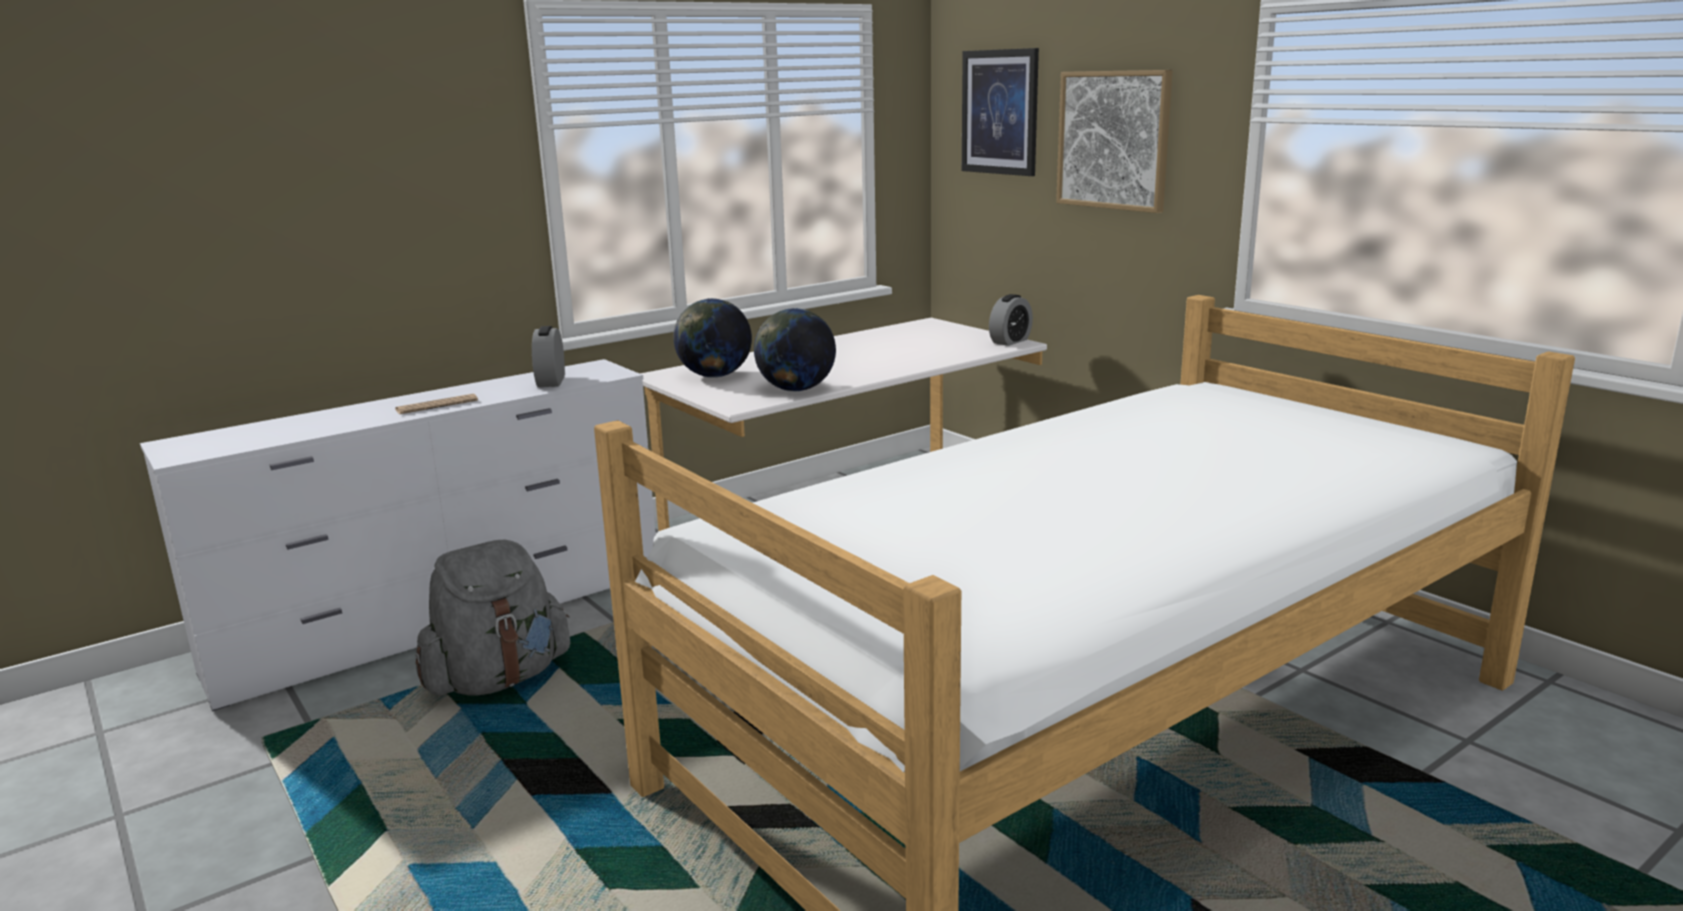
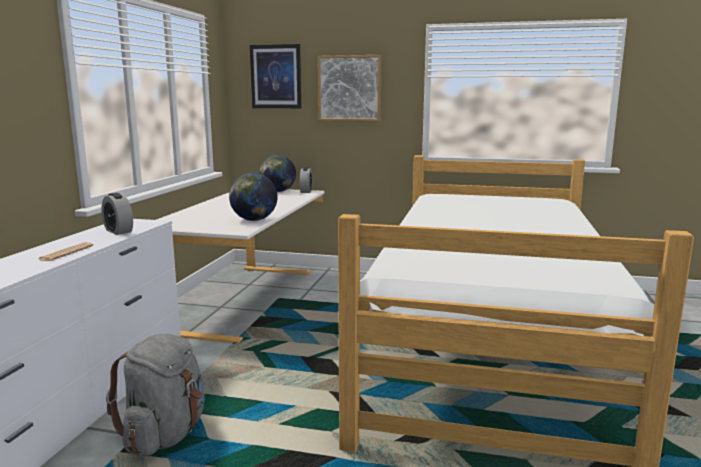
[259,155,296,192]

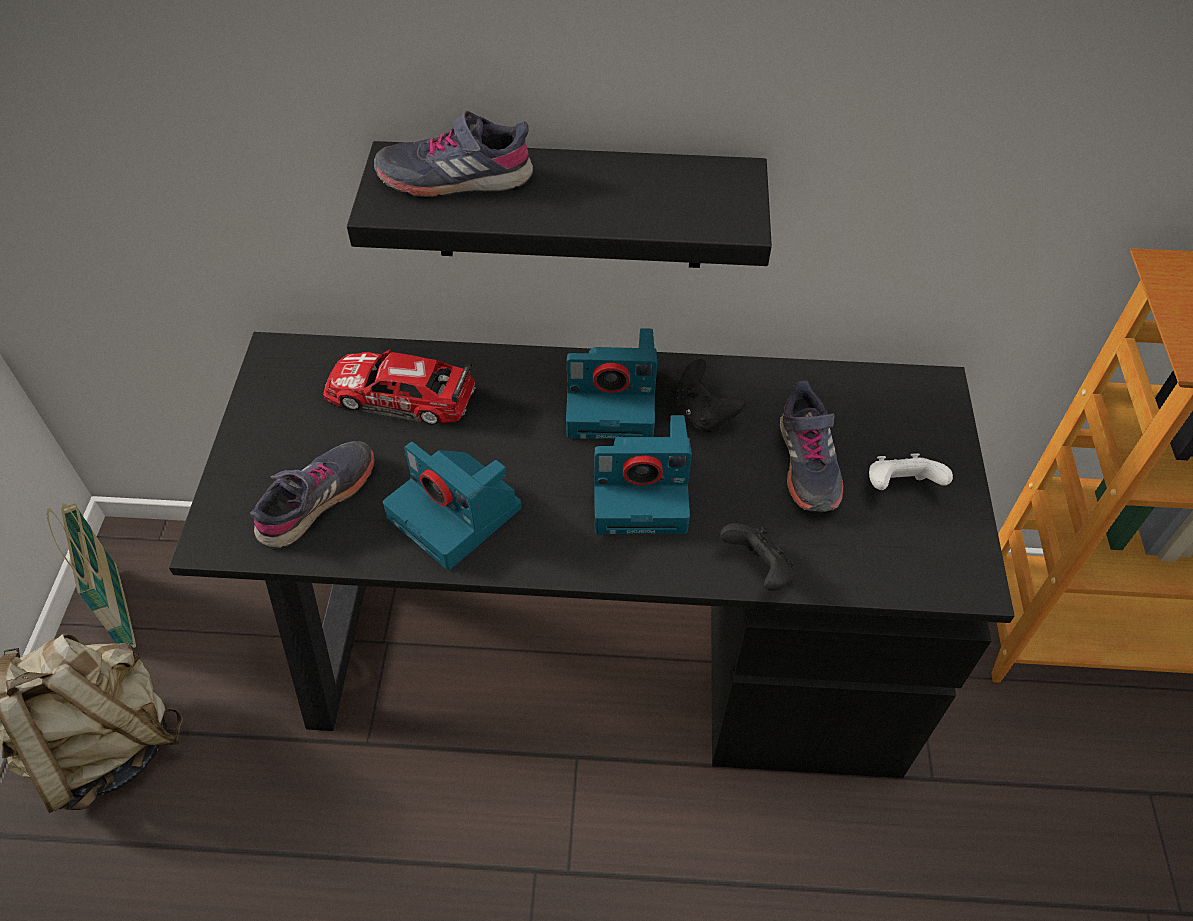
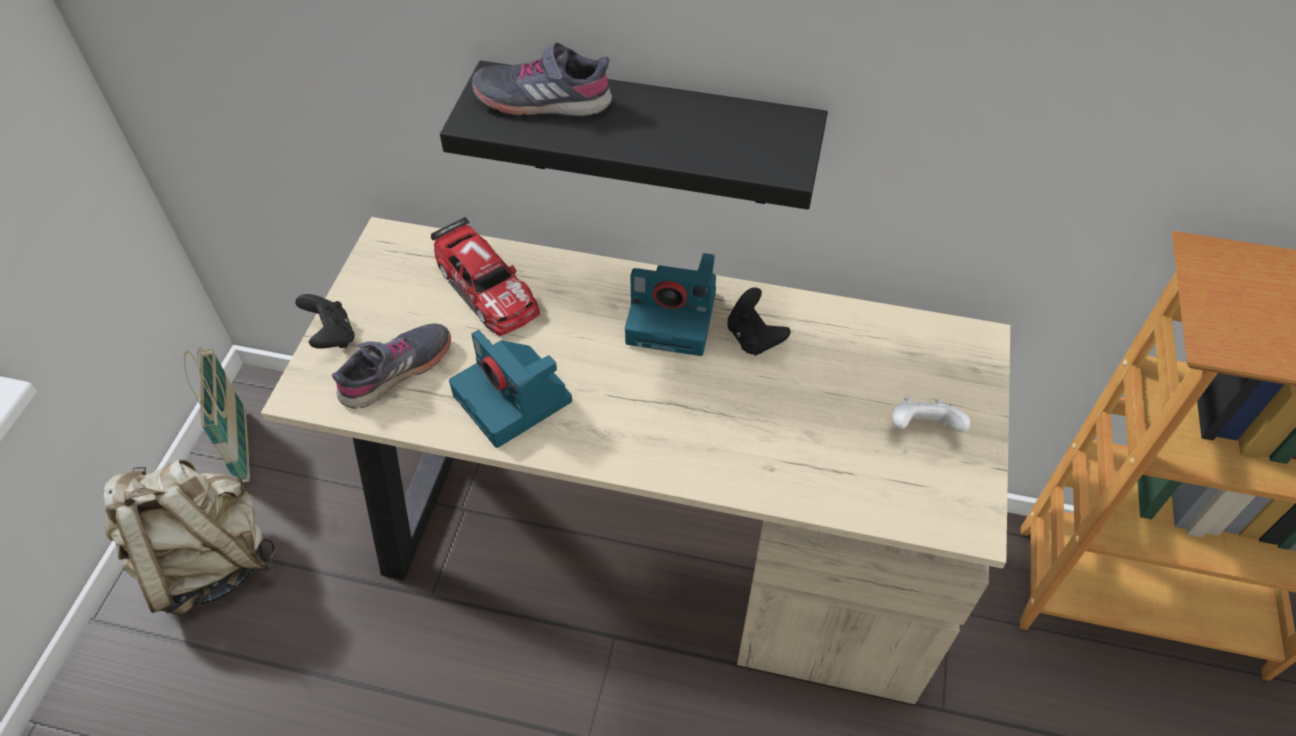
[594,415,692,534] (first image)
[780,380,843,512] (first image)
[295,294,355,349]
[261,217,1010,704]
[431,217,540,336]

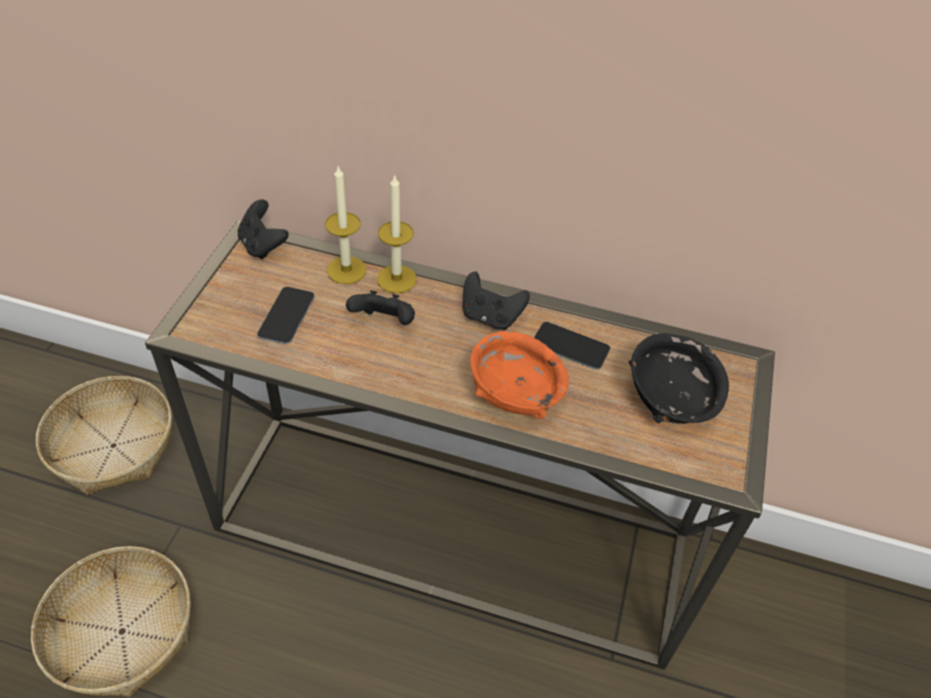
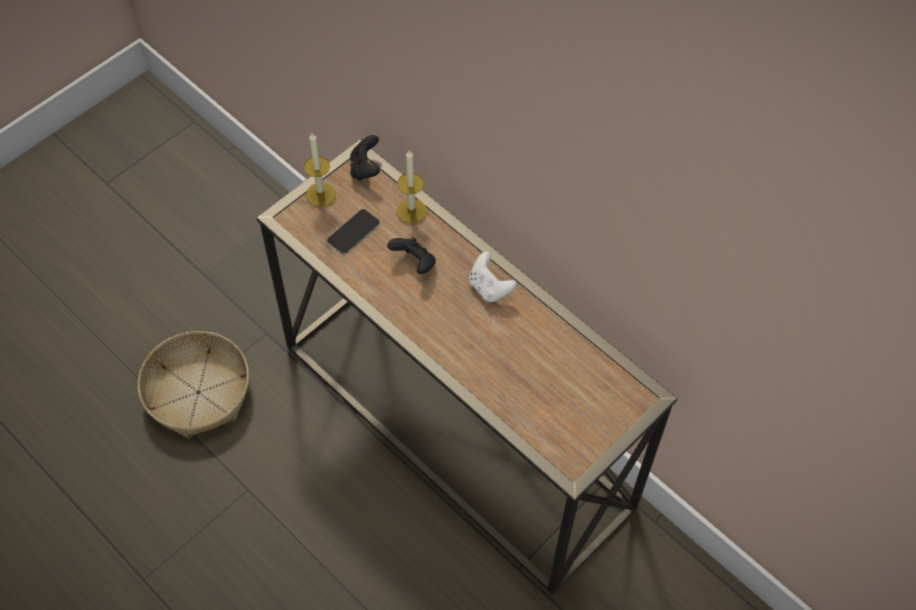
[36,376,173,495] (first image)
[470,331,569,419] (first image)
[534,322,610,370] (first image)
[629,333,729,424] (first image)
[304,133,336,207]
[469,252,517,302]

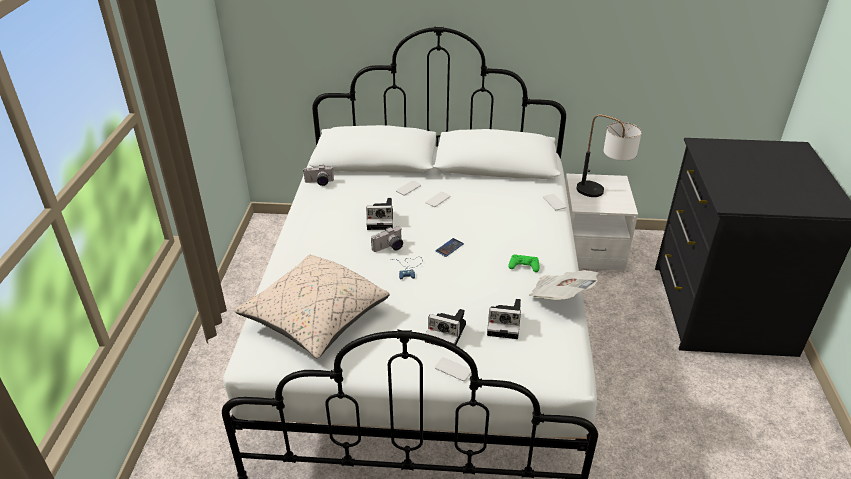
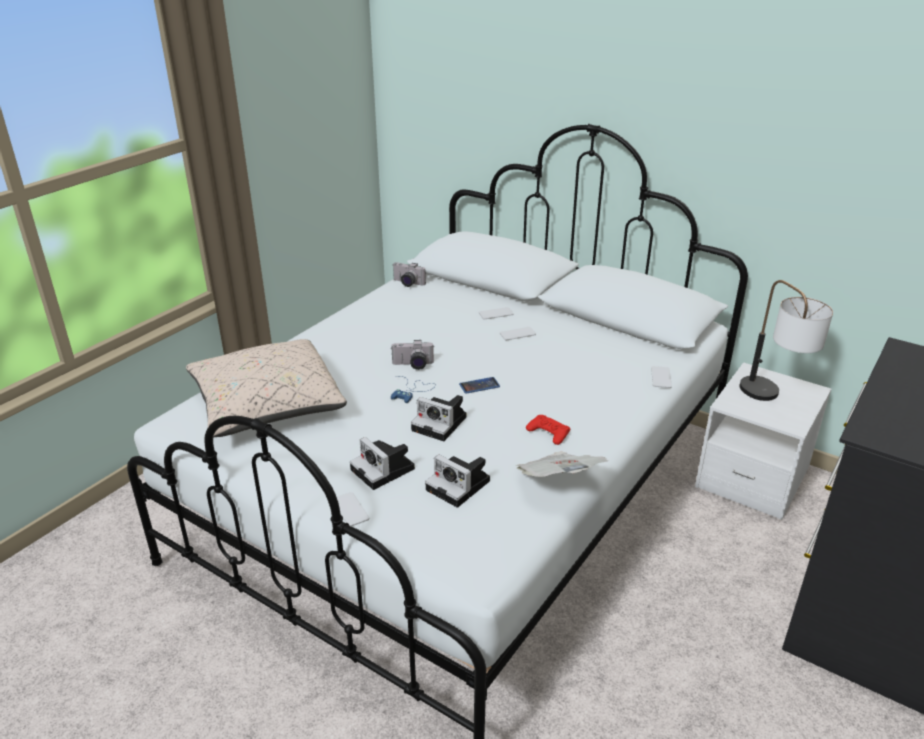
[411,395,466,441]
[526,415,570,445]

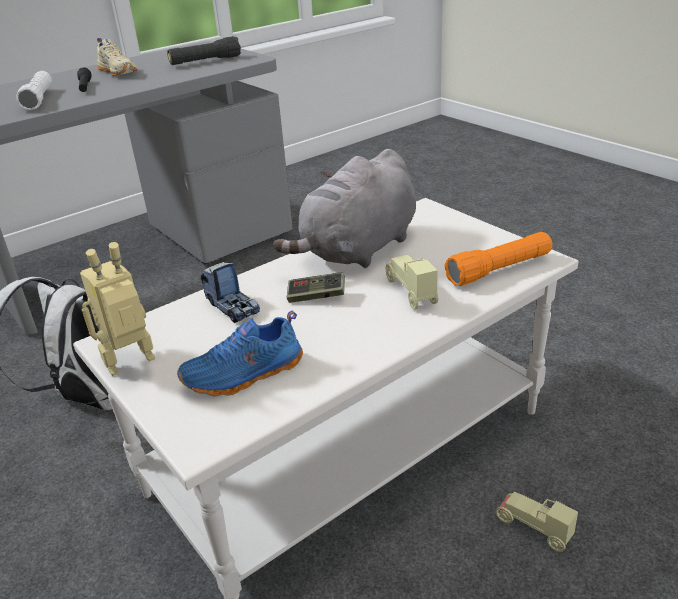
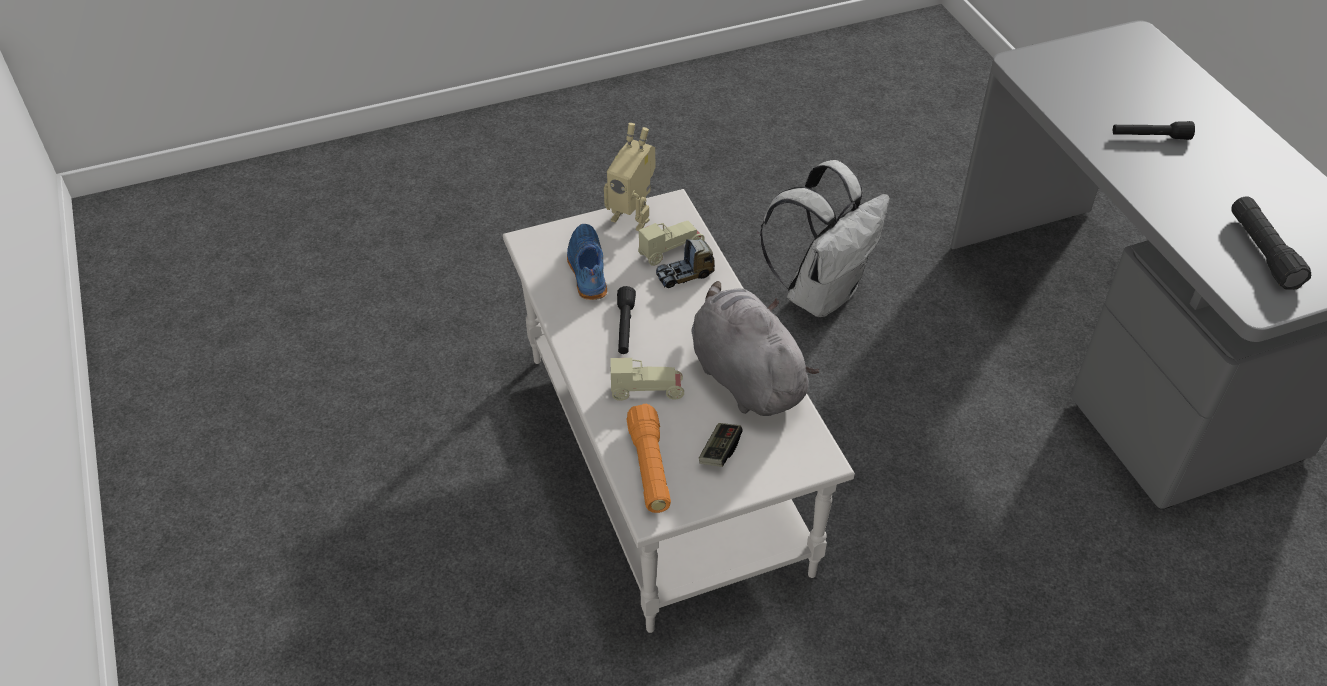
[16,71,52,110] (first image)
[97,38,137,76] (first image)
[617,286,636,354]
[699,423,743,467]
[638,221,705,266]
[604,123,655,231]

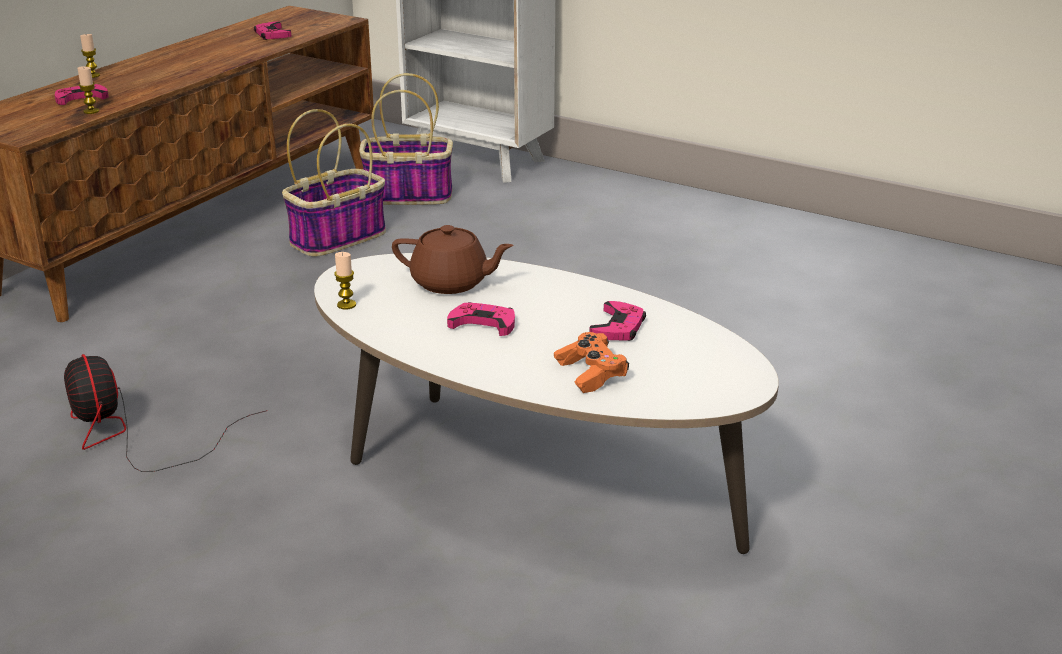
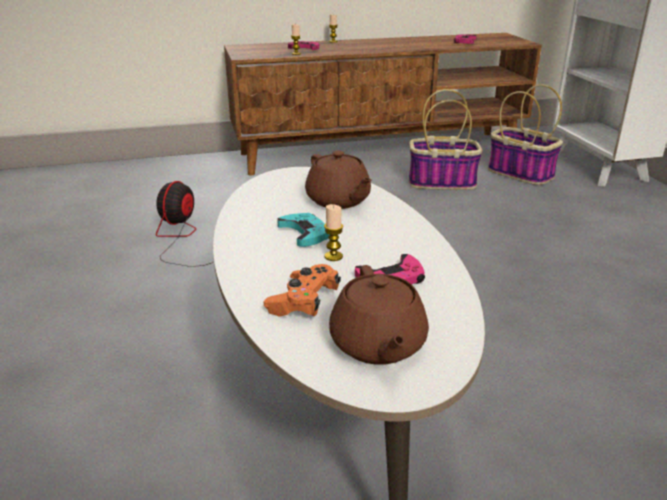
[329,265,429,365]
[324,204,343,261]
[278,213,329,247]

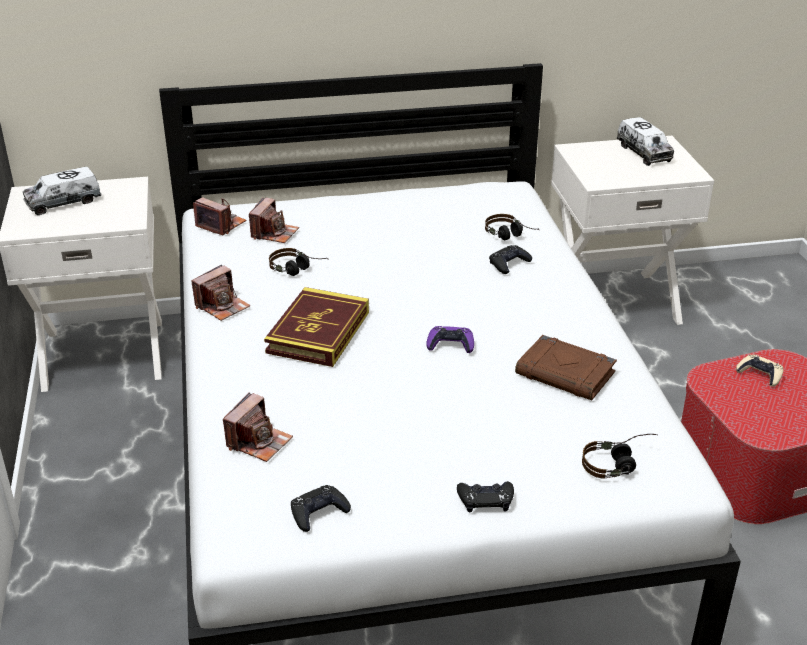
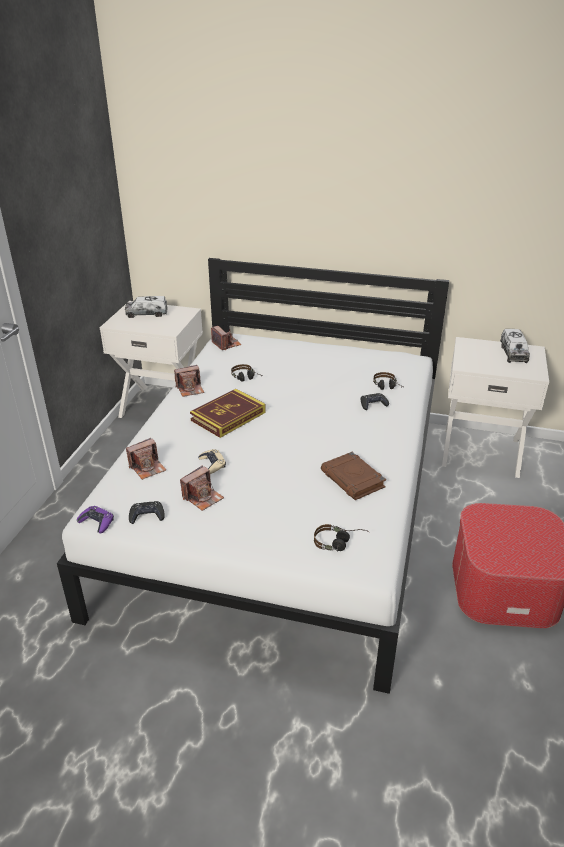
[457,481,514,512] (first image)
[180,465,224,511]
[77,506,114,533]
[198,449,226,474]

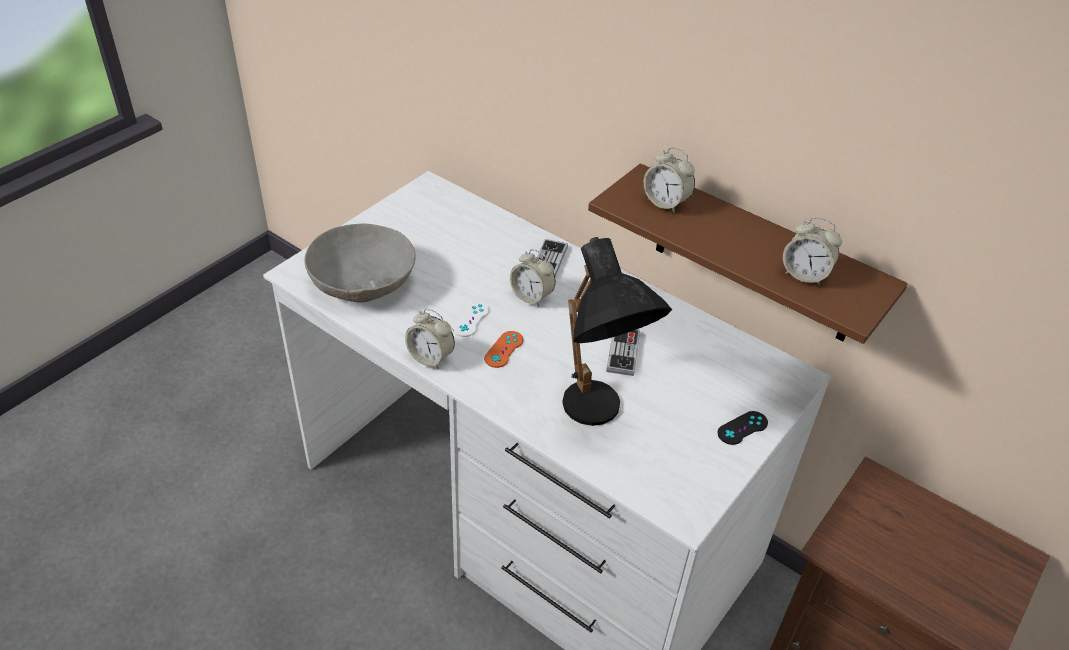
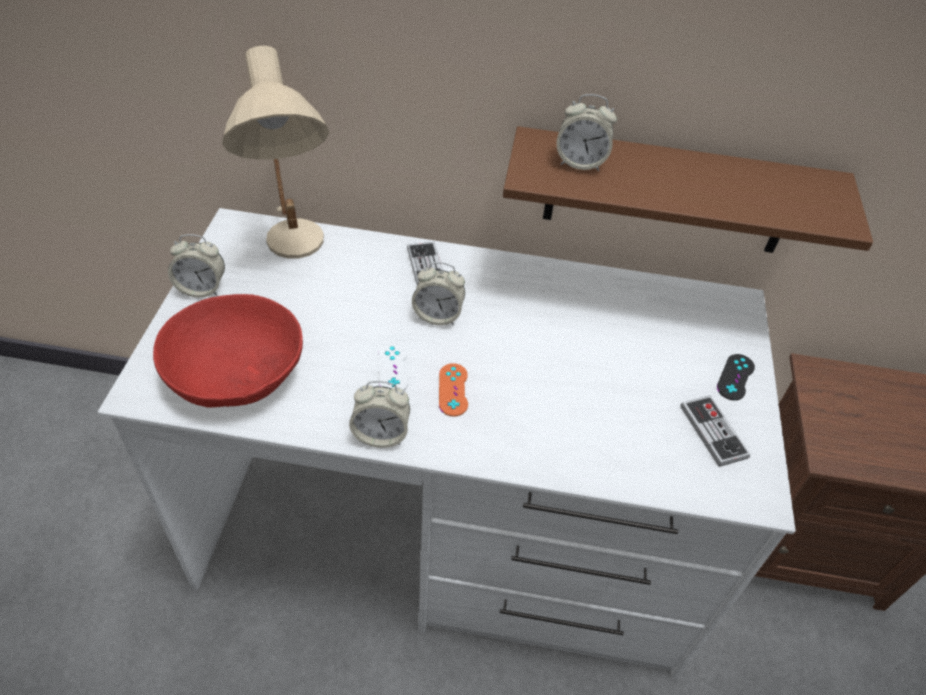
[562,237,672,426] (first image)
[222,46,329,259]
[680,395,750,467]
[168,234,225,298]
[153,294,303,407]

